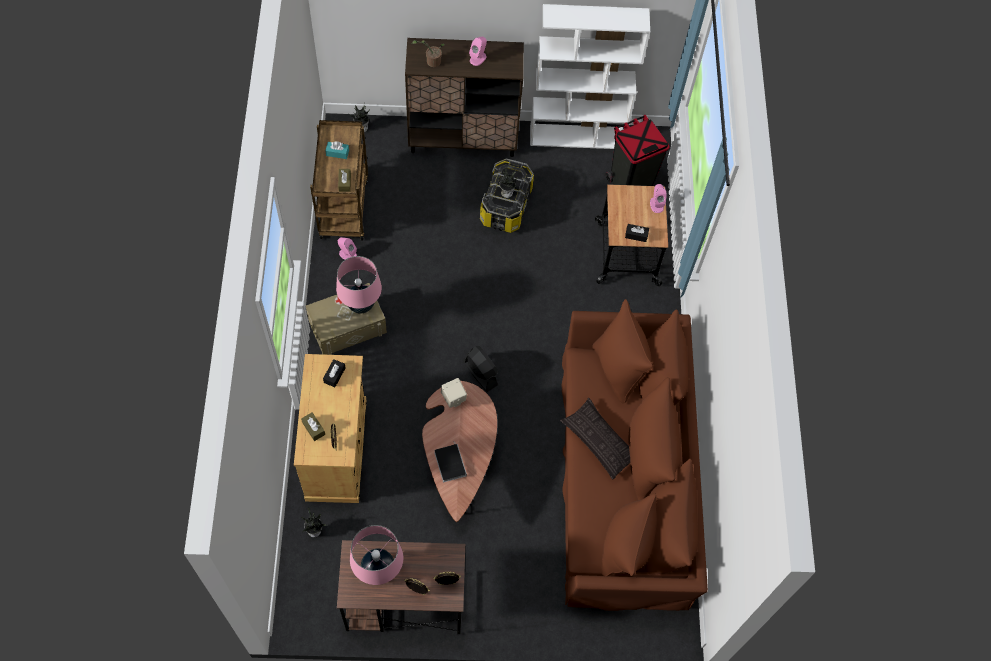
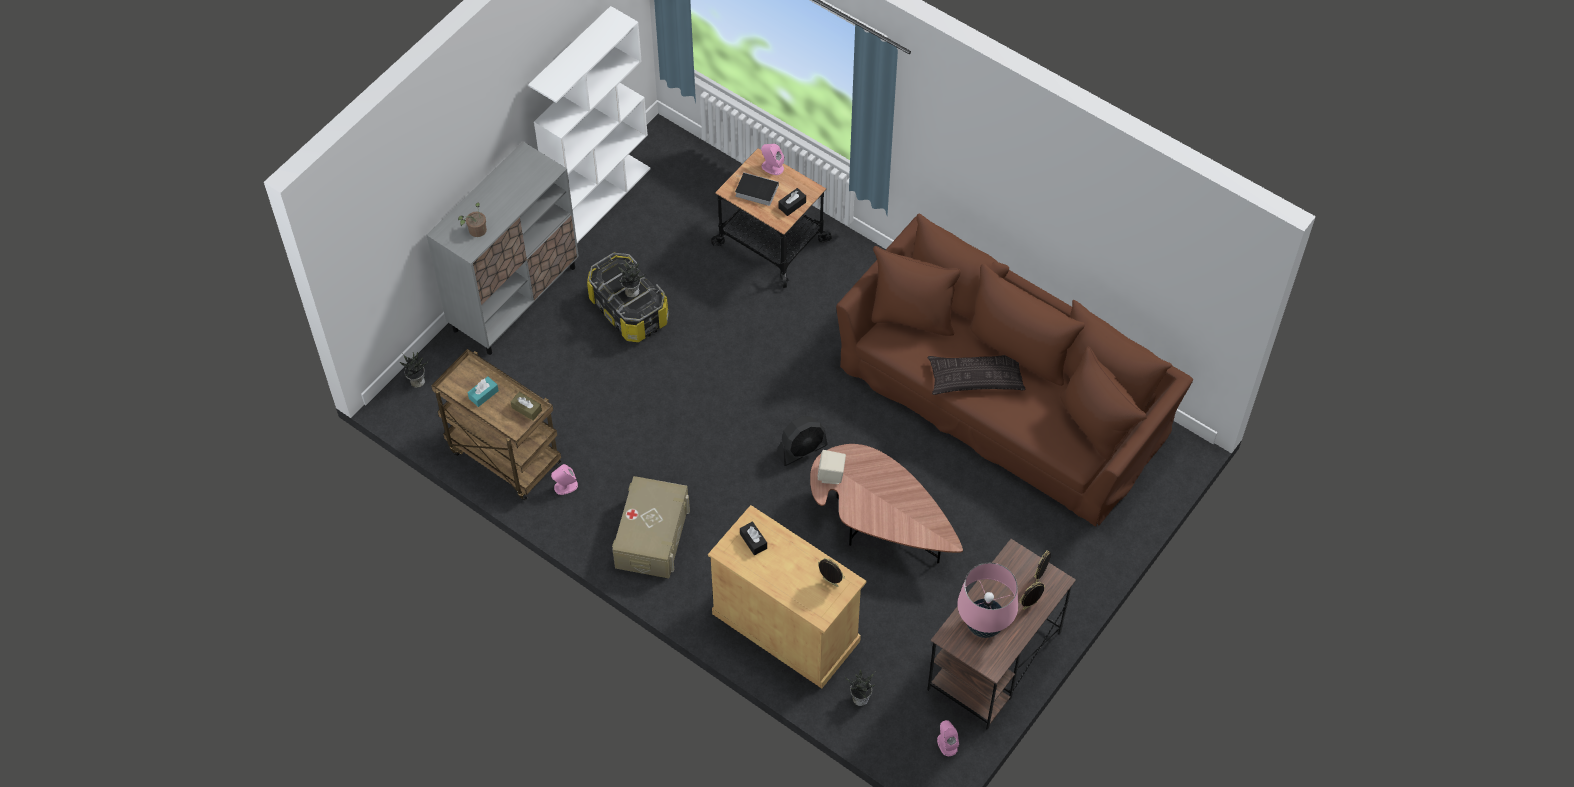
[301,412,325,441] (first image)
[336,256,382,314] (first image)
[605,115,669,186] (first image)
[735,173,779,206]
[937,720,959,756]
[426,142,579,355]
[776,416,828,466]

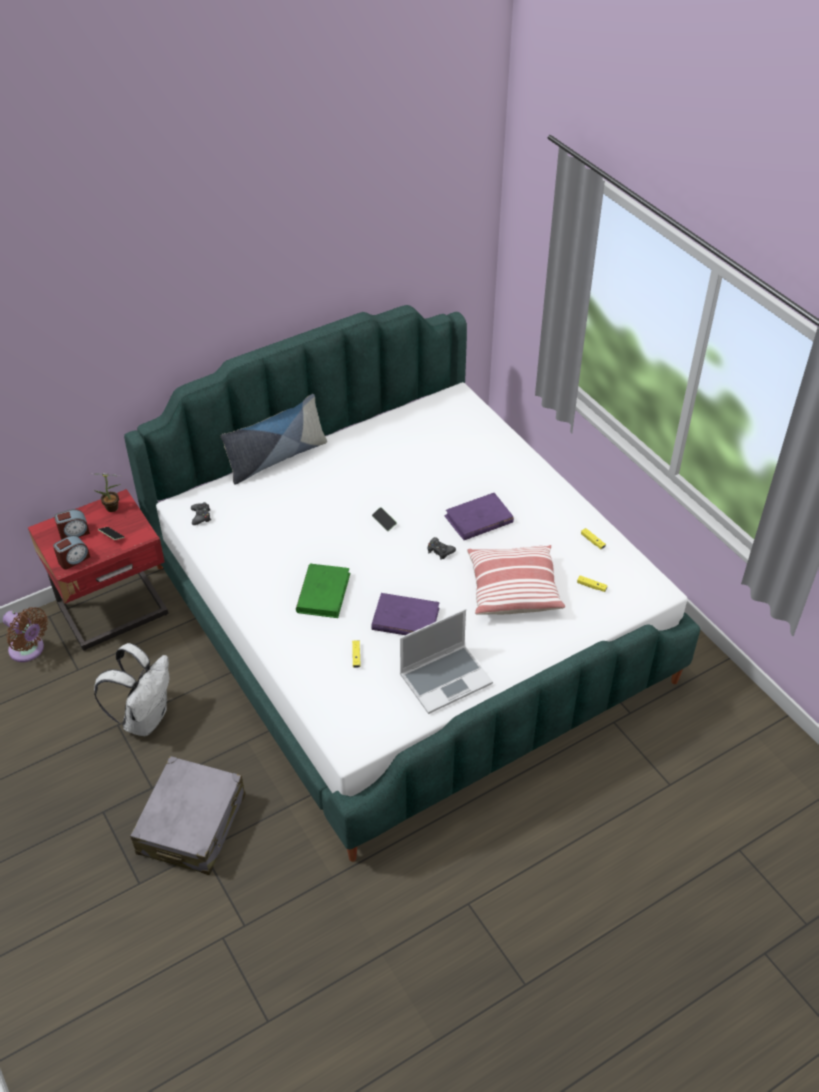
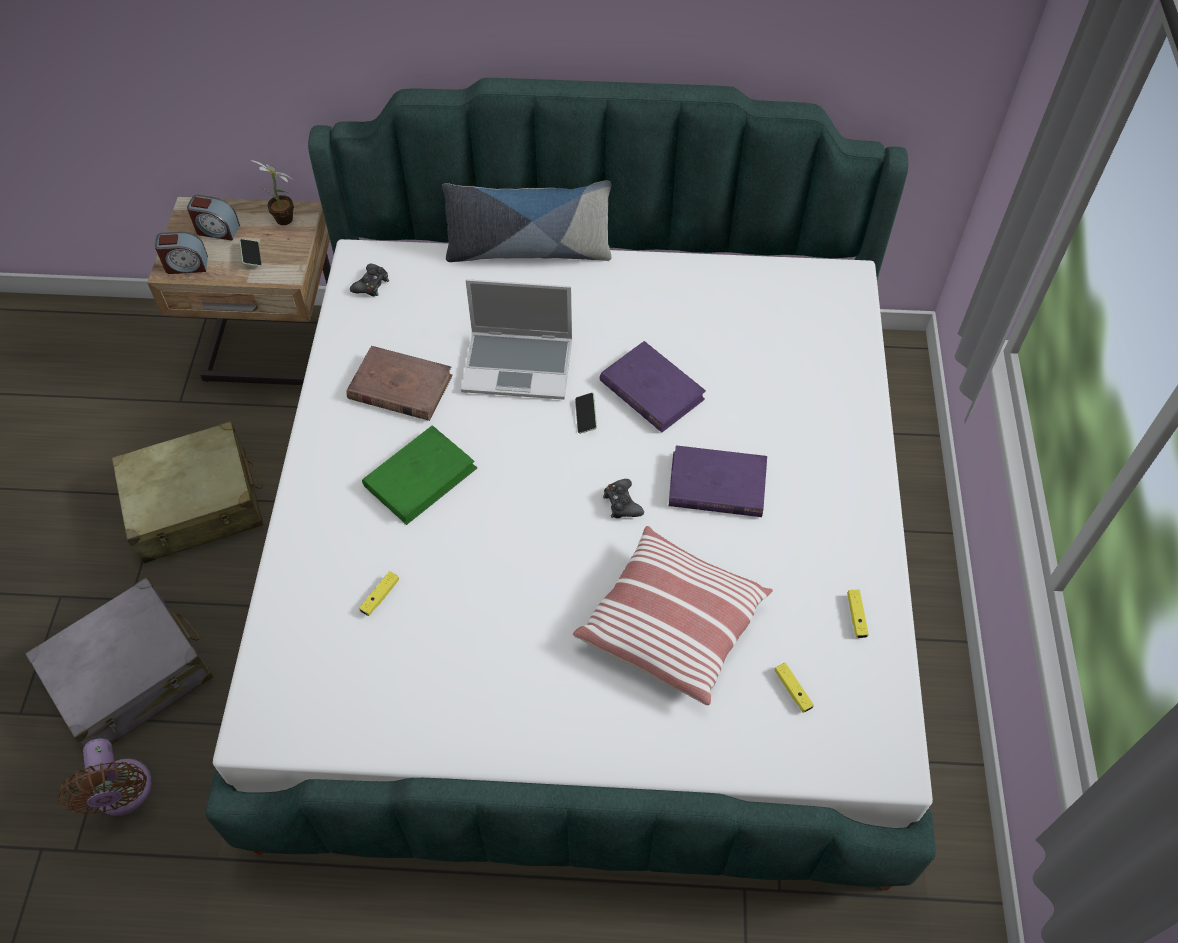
[346,346,453,421]
[58,738,152,816]
[600,341,706,432]
[461,279,572,400]
[112,421,263,563]
[147,197,331,385]

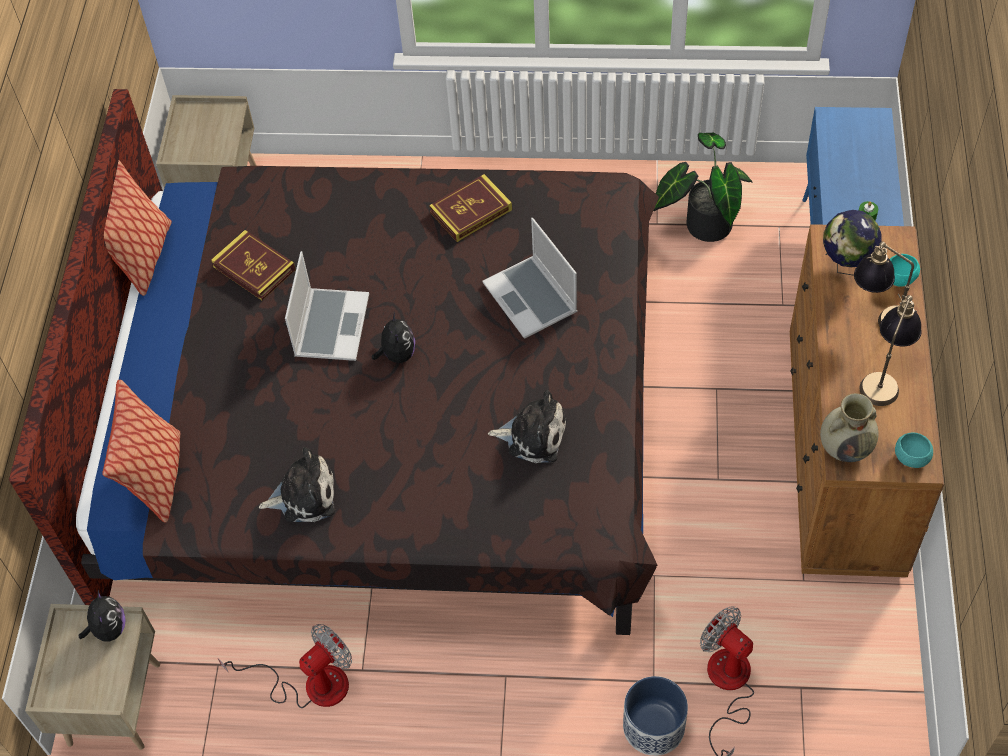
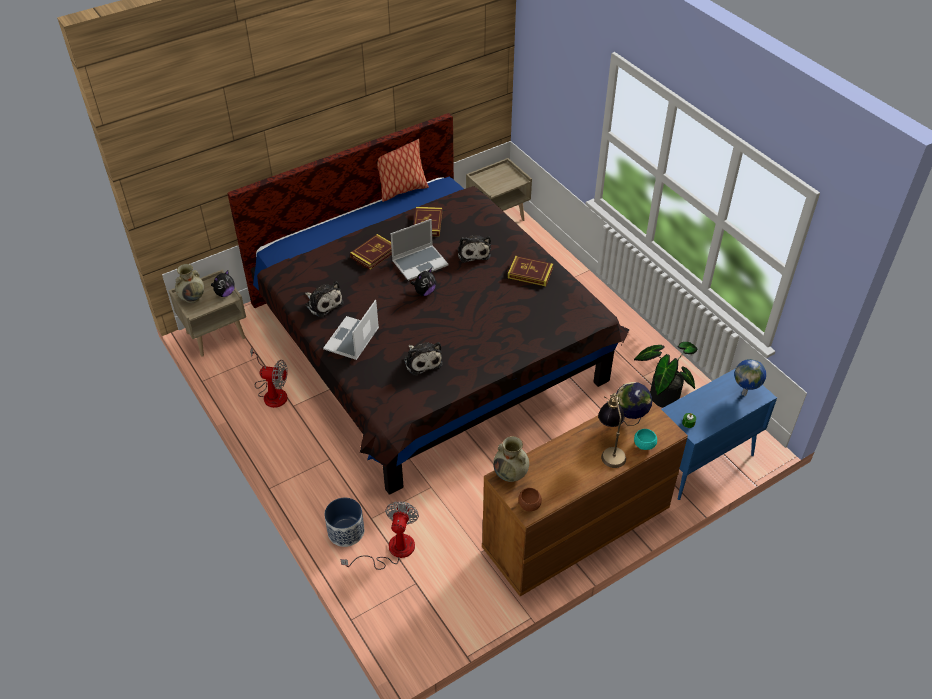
[102,380,180,522] (first image)
[860,294,922,406] (first image)
[175,264,204,303]
[350,234,392,270]
[458,235,491,263]
[734,359,766,396]
[323,300,379,360]
[518,488,542,512]

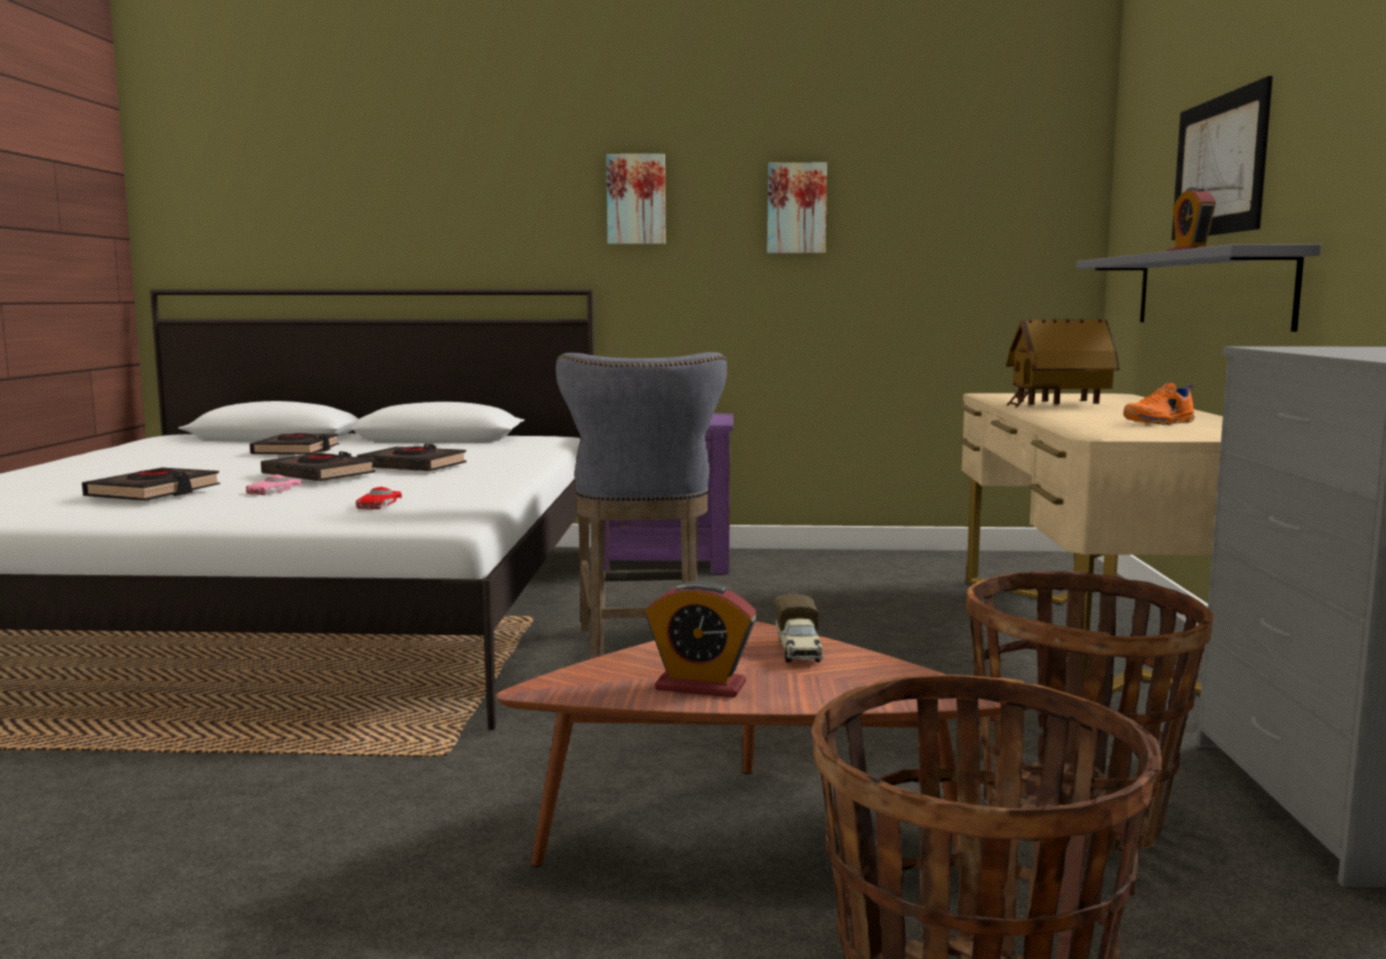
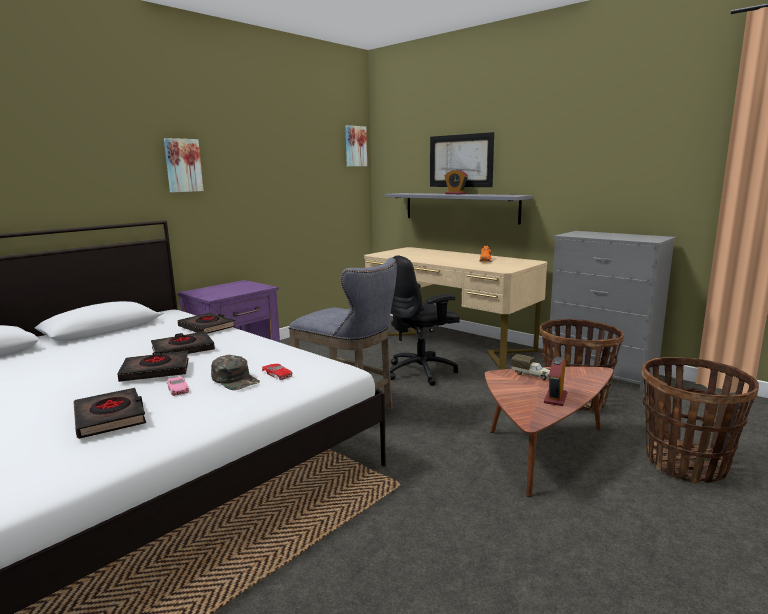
[1006,319,1119,408] (first image)
[211,355,260,390]
[390,256,460,386]
[178,313,236,334]
[345,125,367,167]
[544,357,567,406]

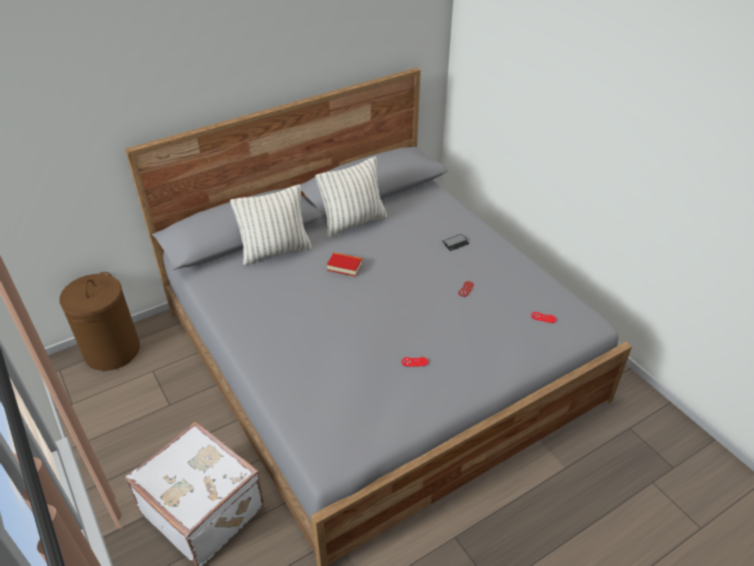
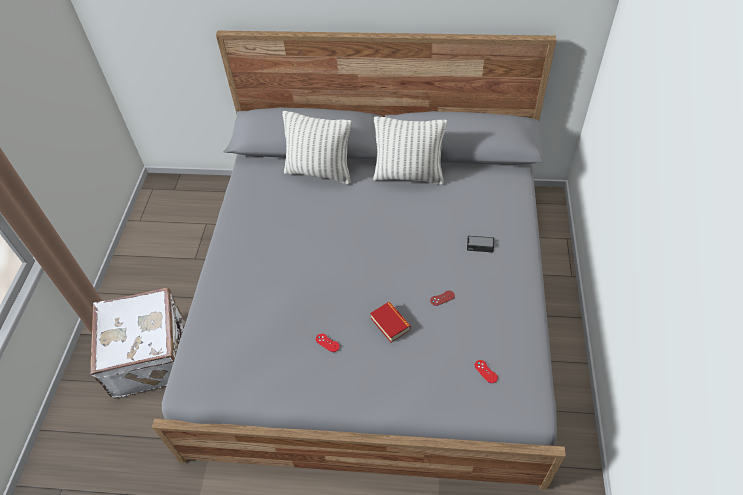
[59,272,140,371] (first image)
[370,302,411,342]

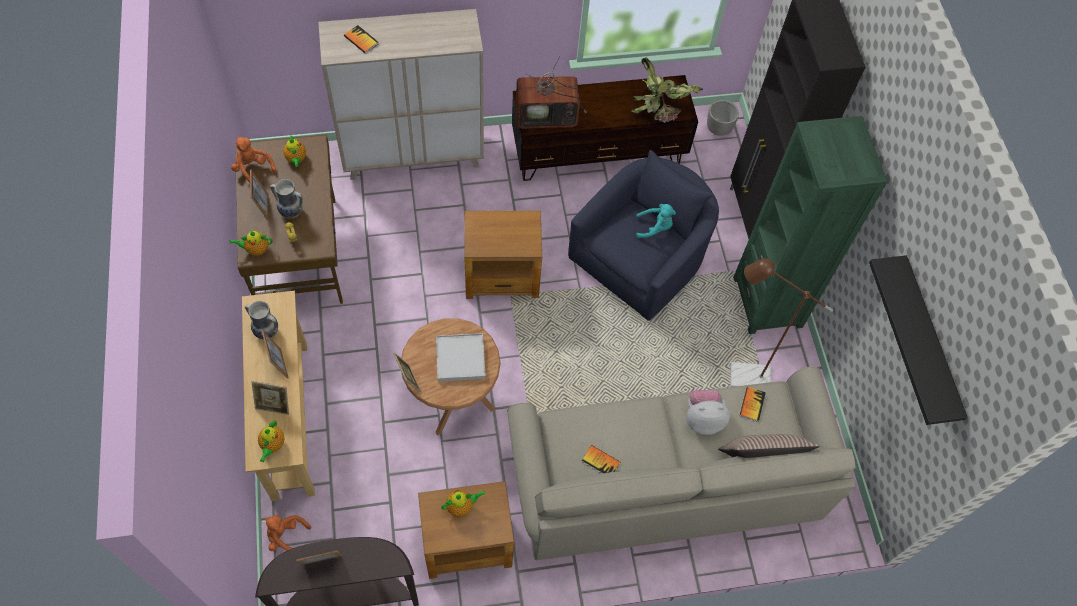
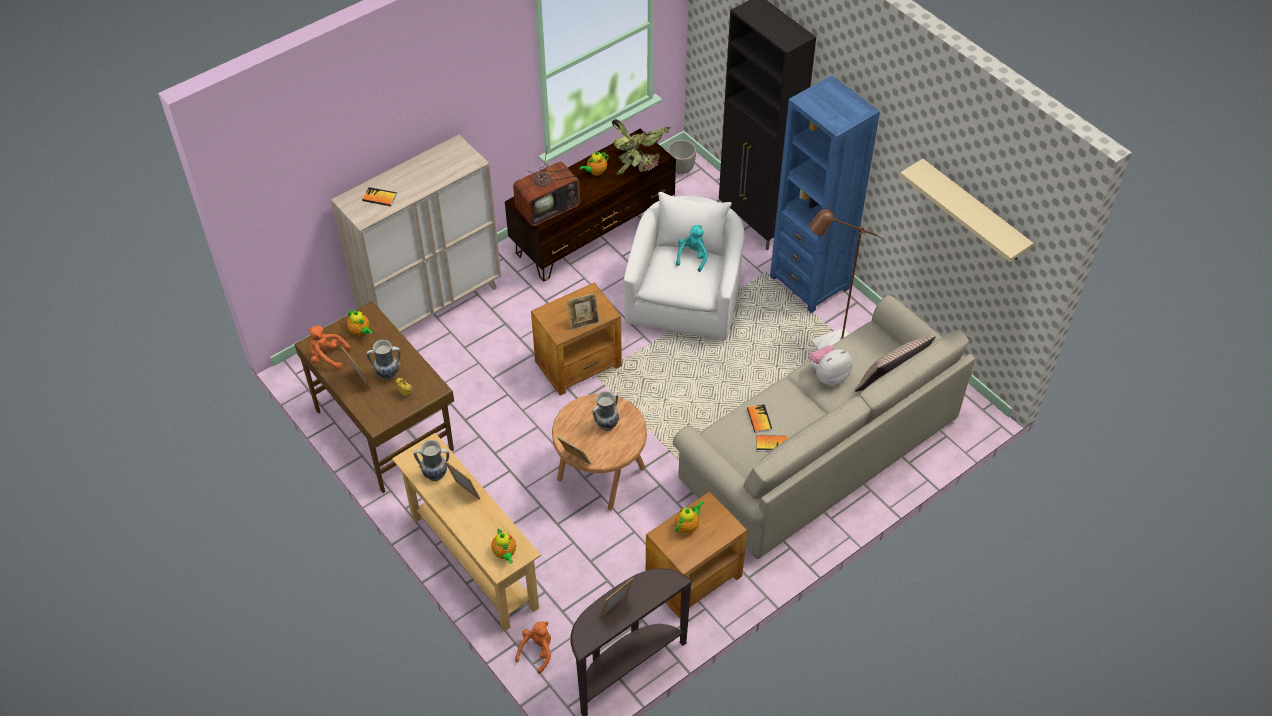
[579,151,609,176]
[567,293,600,330]
[747,404,772,433]
[592,391,619,431]
[624,192,745,340]
[770,75,880,313]
[900,159,1034,262]
[515,621,551,674]
[676,225,708,272]

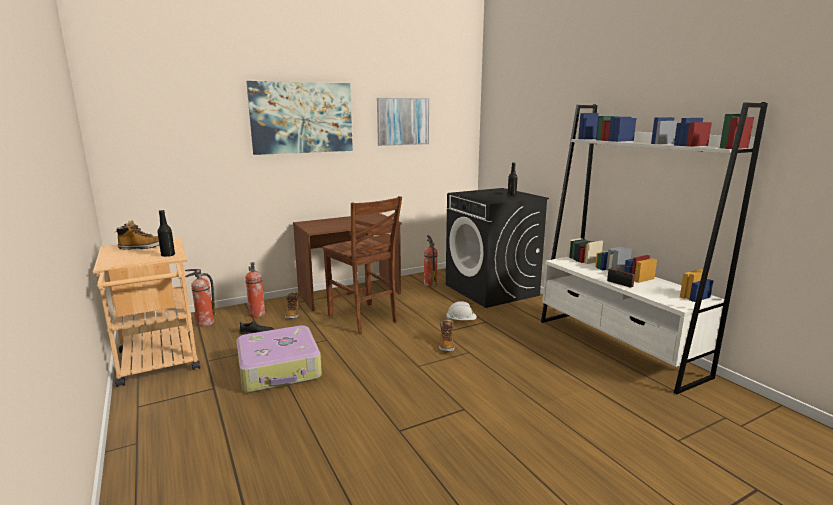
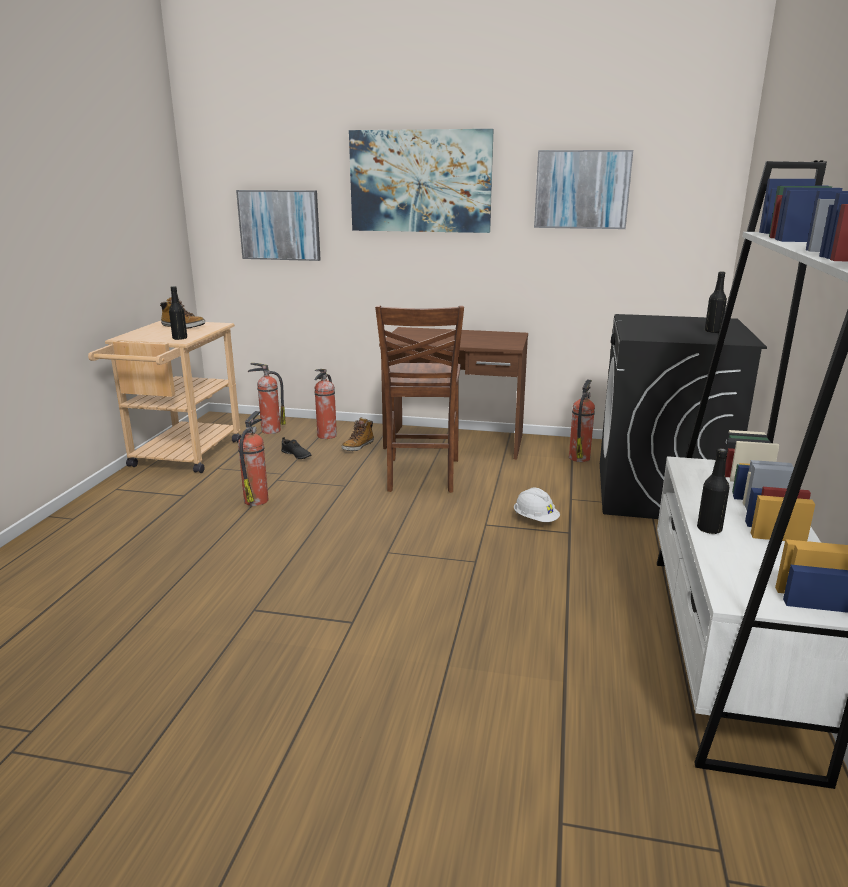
[439,320,455,352] (first image)
[236,190,321,261]
[238,411,269,506]
[697,448,730,534]

